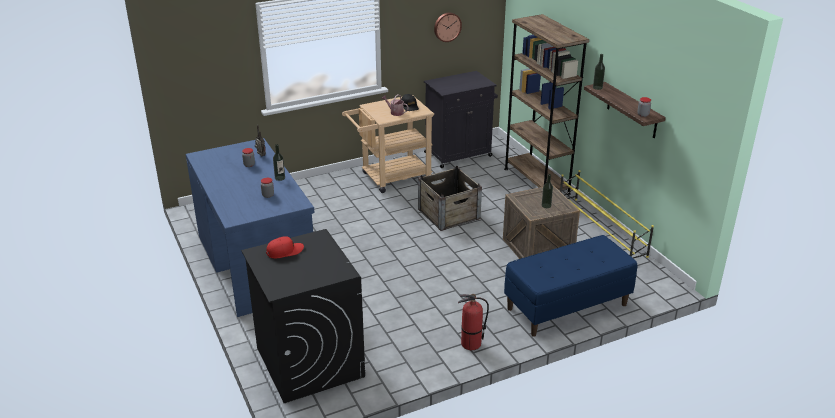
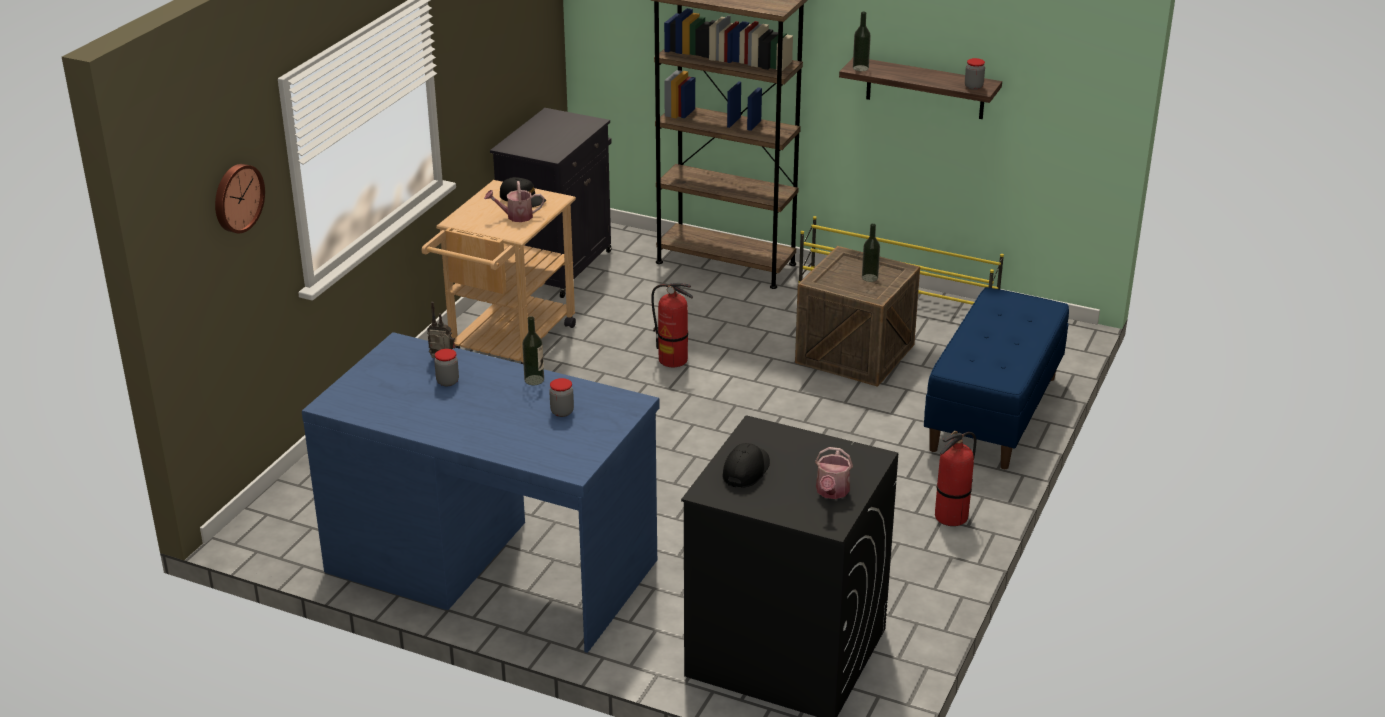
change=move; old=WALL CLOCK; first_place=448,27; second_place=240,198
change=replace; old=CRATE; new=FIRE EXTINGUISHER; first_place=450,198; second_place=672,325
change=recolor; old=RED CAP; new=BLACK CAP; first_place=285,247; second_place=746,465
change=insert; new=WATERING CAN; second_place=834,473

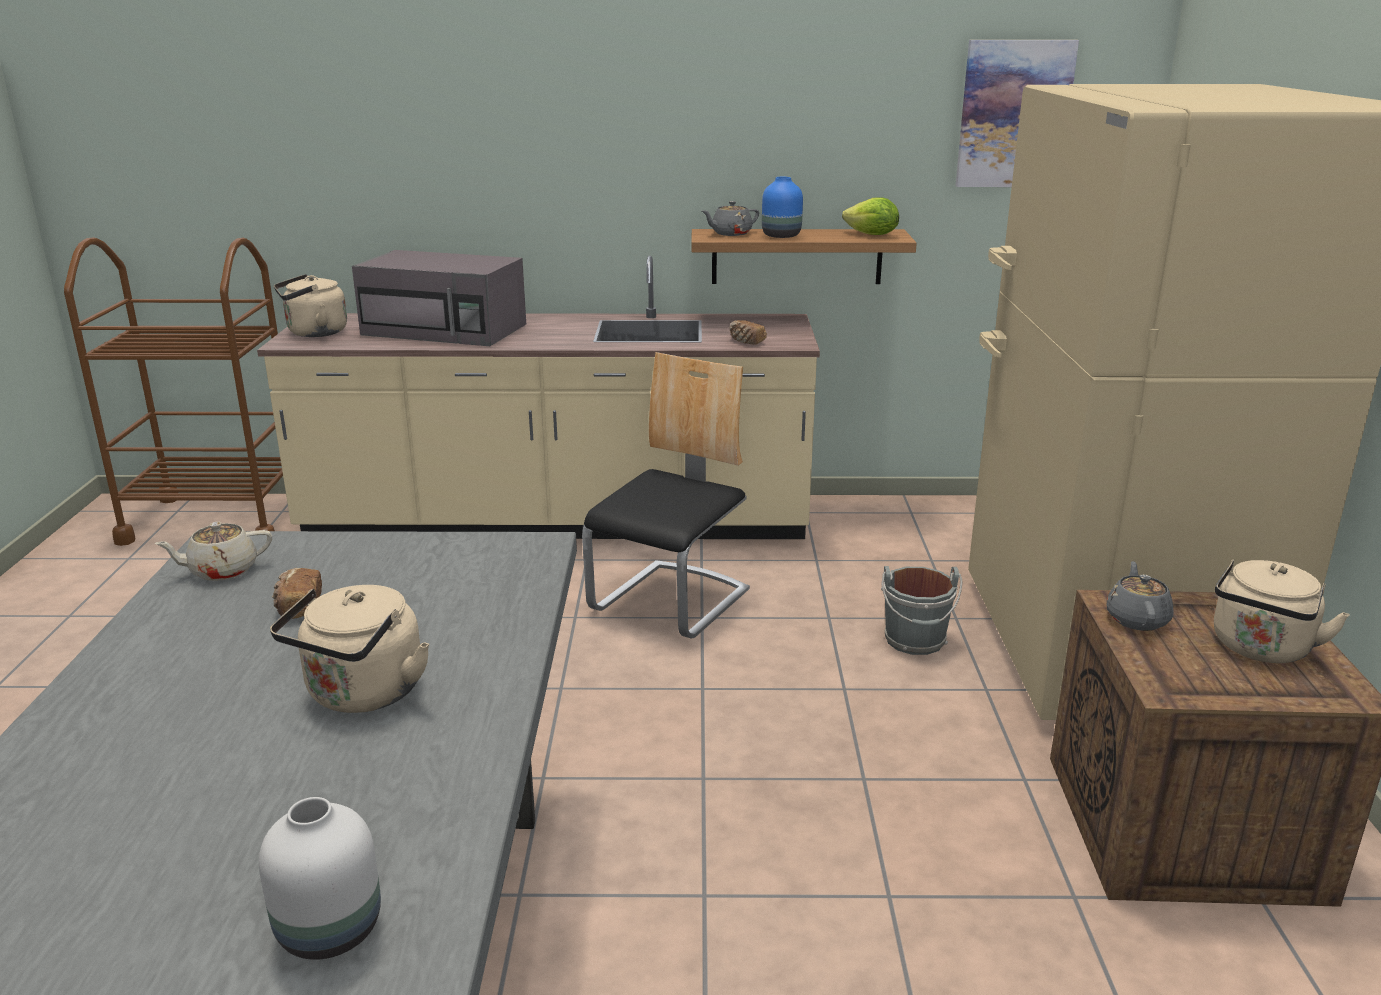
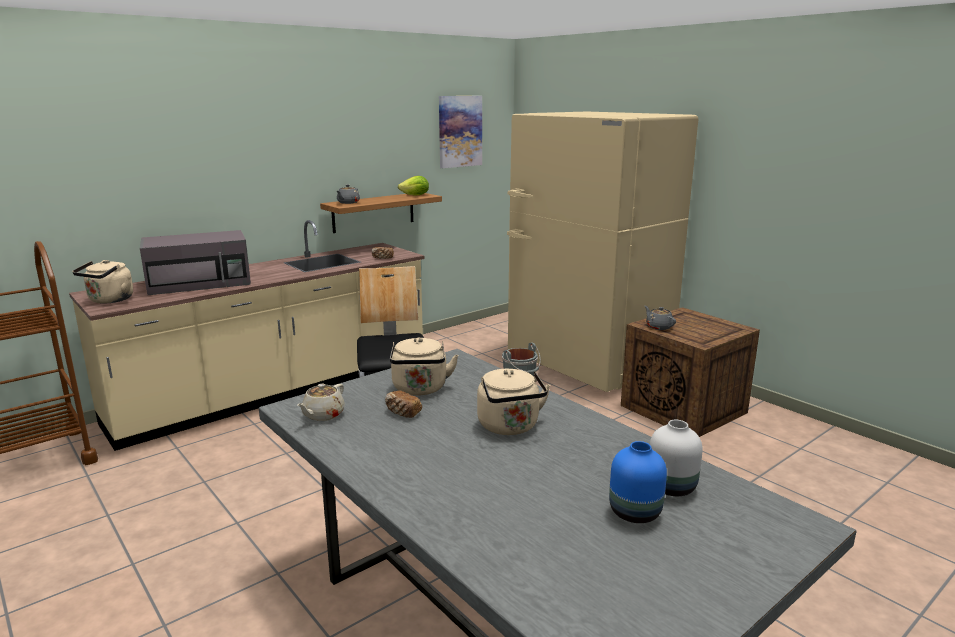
change=move; old=BEIGE KETTLE; first_place=1282,611; second_place=424,366
change=move; old=BLUE VASE; first_place=782,207; second_place=638,482

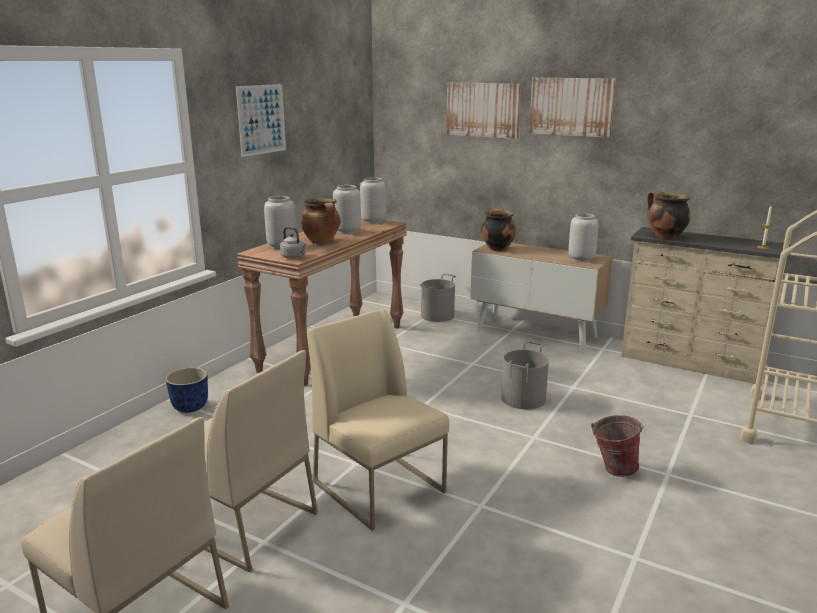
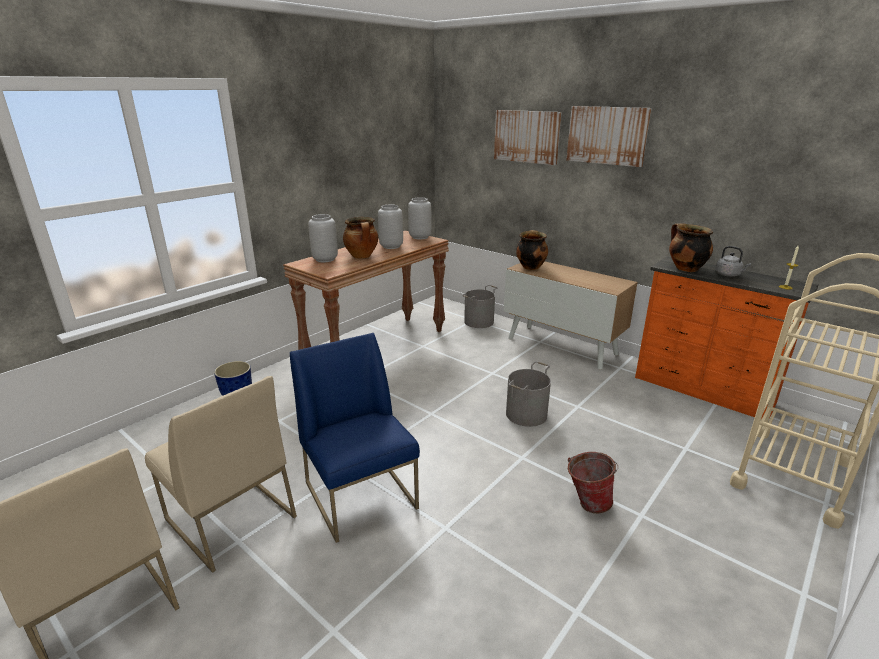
change=recolor; old=BEIGE CHAIR; new=BLUE CHAIR; first_place=378,419; second_place=355,438
change=recolor; old=BEIGE DRESSER; new=ORANGE DRESSER; first_place=706,305; second_place=726,337
change=move; old=GREY KETTLE; first_place=293,243; second_place=733,261
change=delete; old=PICTURE; first_place=261,120
change=delete; old=GREY VASE; first_place=583,237

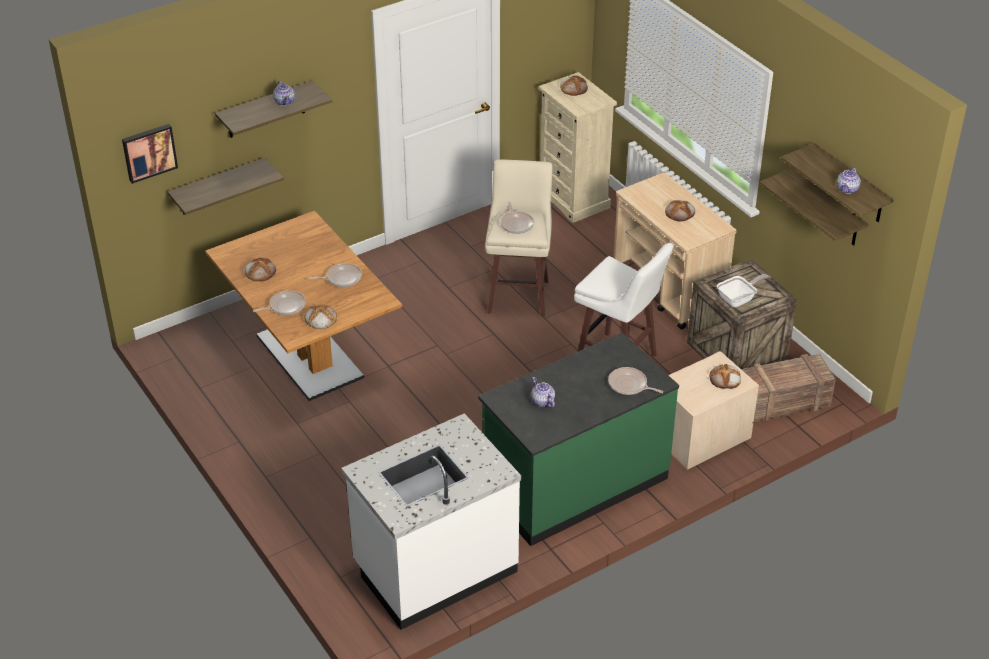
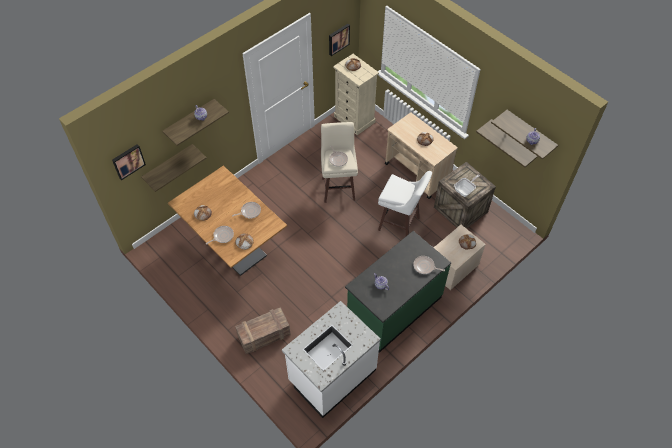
change=move; old=CRATE; first_place=789,388; second_place=263,330
change=insert; new=PICTURE; second_place=339,40

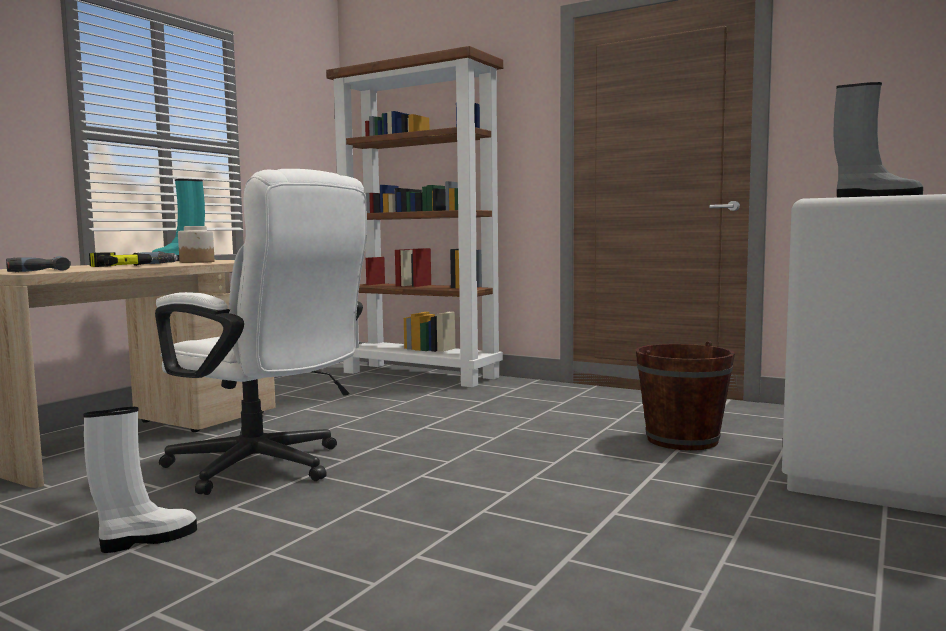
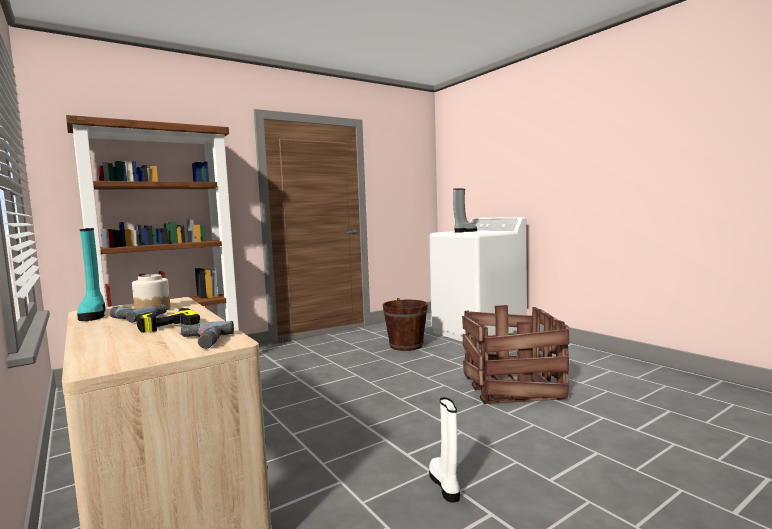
change=insert; new=CRATE; second_place=516,354
change=delete; old=WHITE OFFICE CHAIR; first_place=261,332

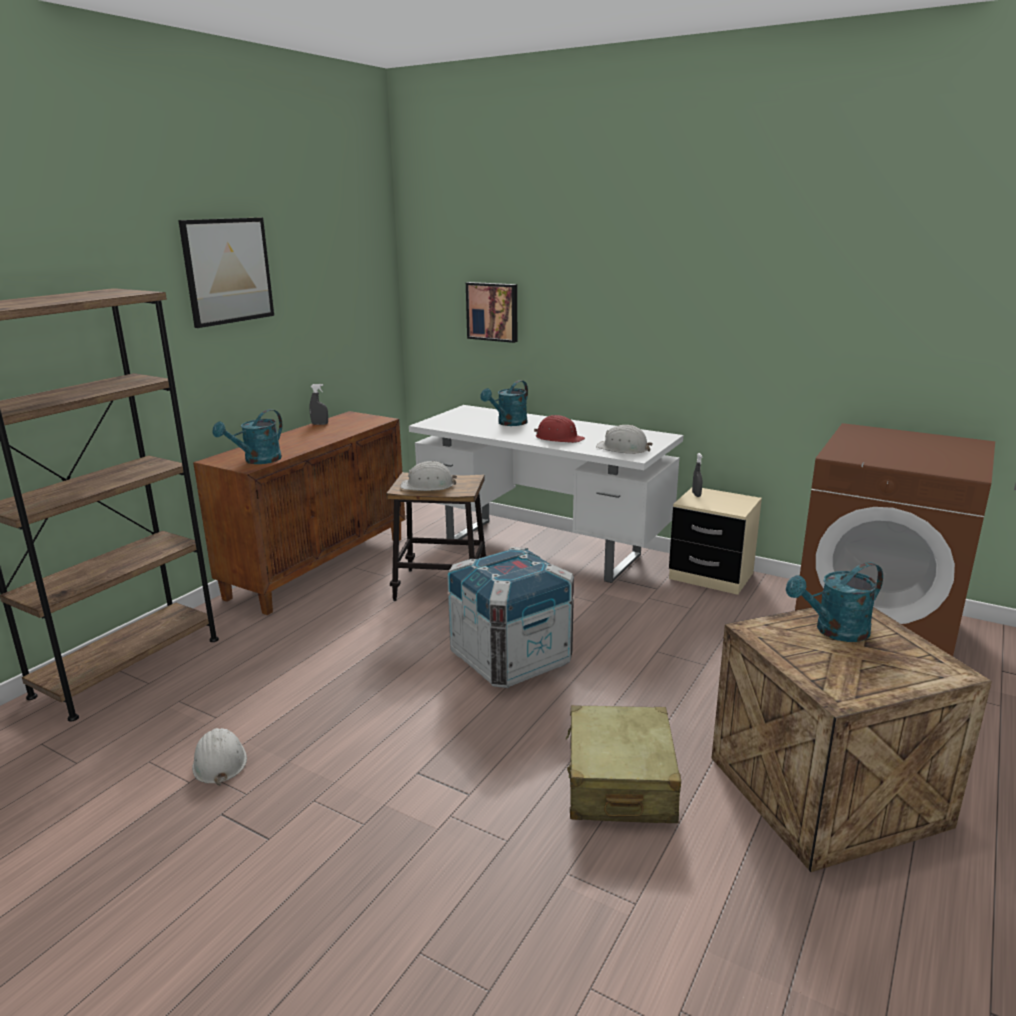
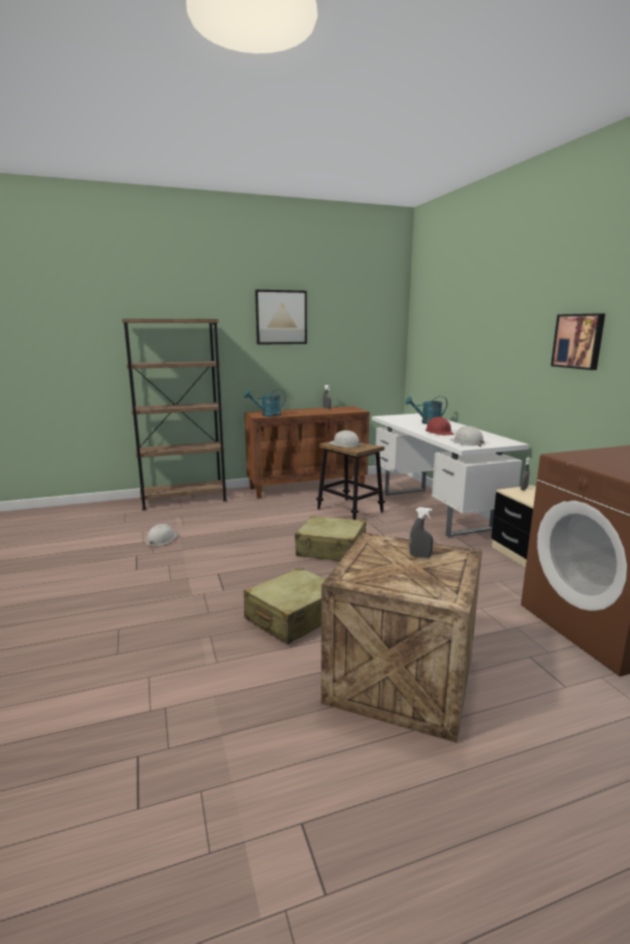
change=replace; old=CRATE; new=BEIGE SUITCASE; first_place=510,617; second_place=330,538
change=replace; old=TURQUOISE WATERING CAN; new=GREY SPRAY BOTTLE; first_place=834,602; second_place=421,532
change=move; old=PICTURE; first_place=491,312; second_place=578,341

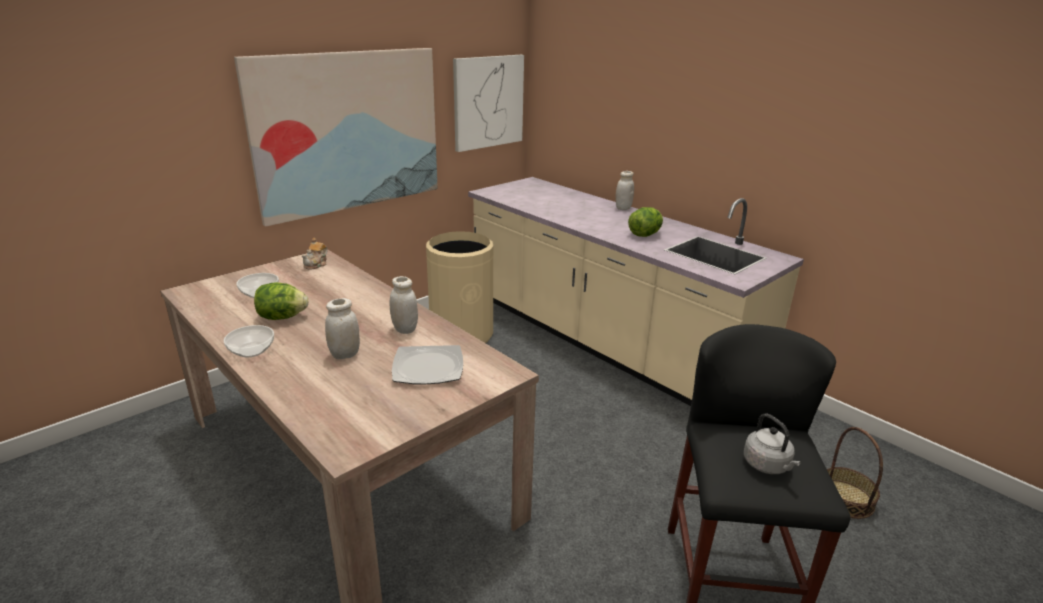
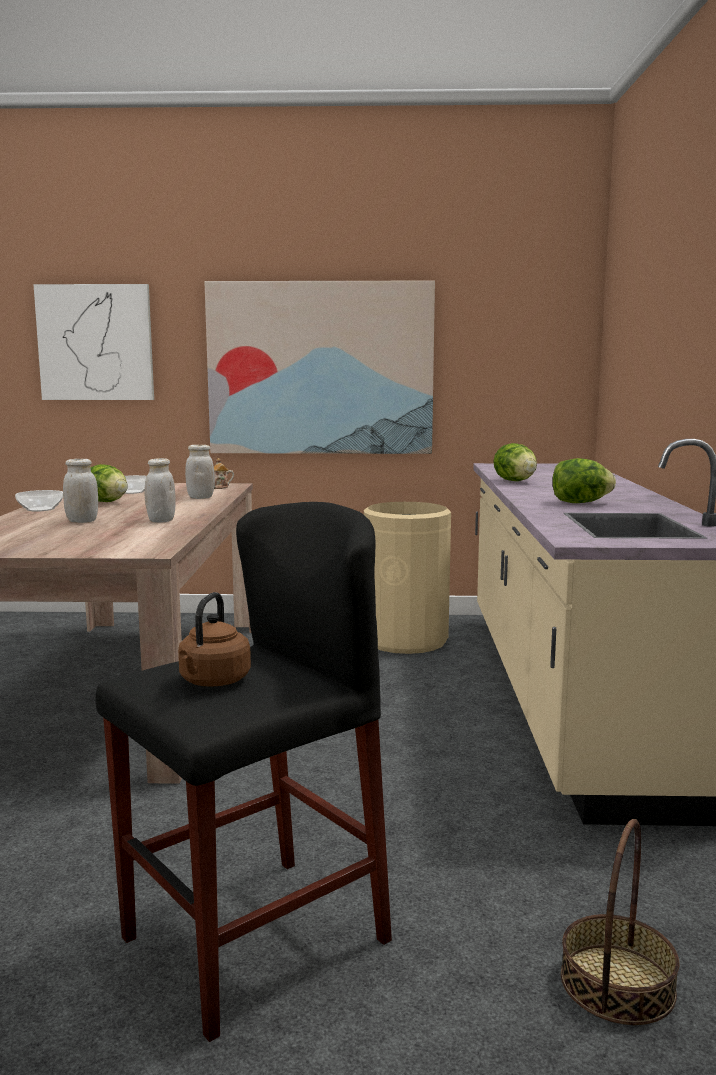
change=move; old=PICTURE; first_place=488,103; second_place=93,342
change=recolor; old=GREY KETTLE; new=BROWN KETTLE; first_place=772,443; second_place=214,639
change=move; old=WHITE JAR; first_place=624,190; second_place=200,472
change=insert; new=LETTUCE; second_place=515,462
change=delete; old=PLATE; first_place=427,364

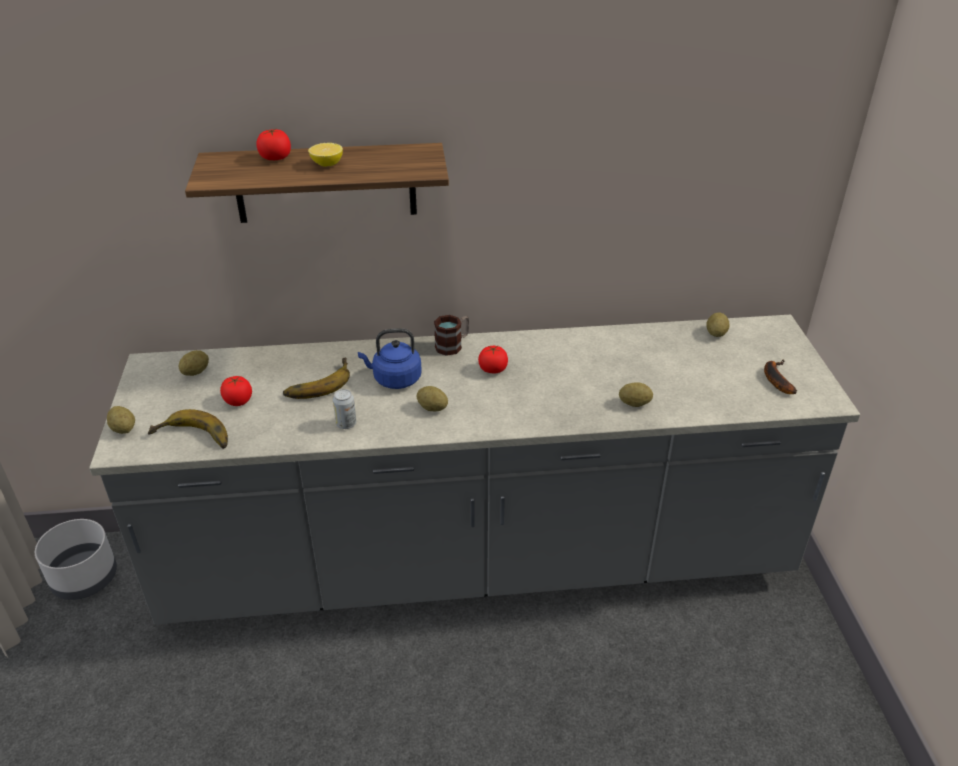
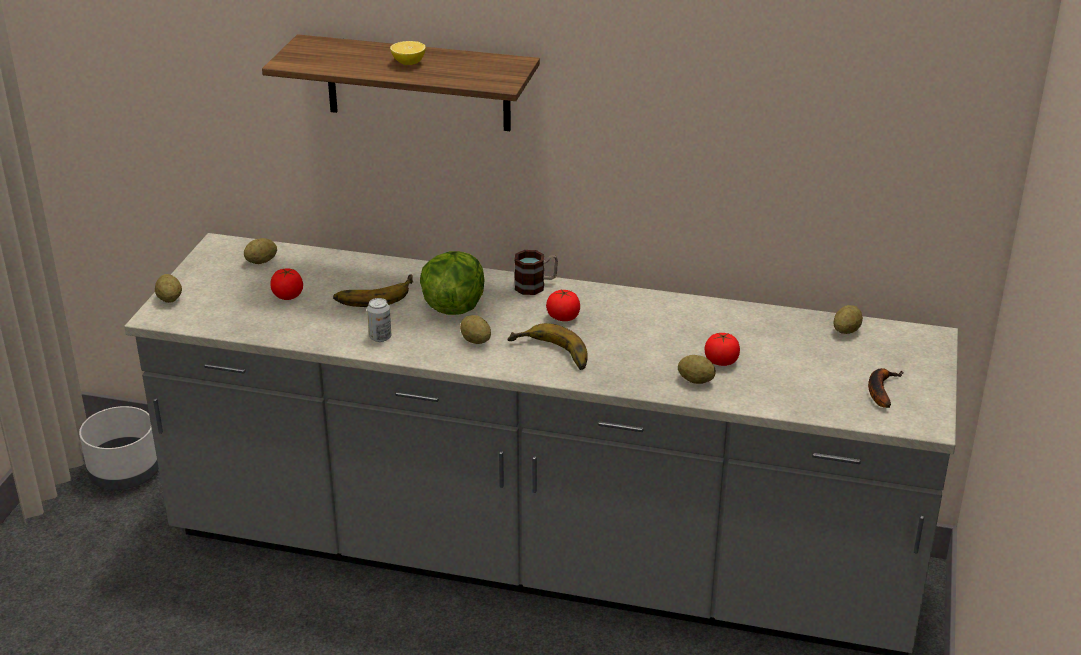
change=replace; old=BLUE KETTLE; new=LETTUCE; first_place=390,358; second_place=452,283
change=move; old=BANANA; first_place=188,429; second_place=547,346
change=move; old=TOMATO; first_place=273,144; second_place=722,349

